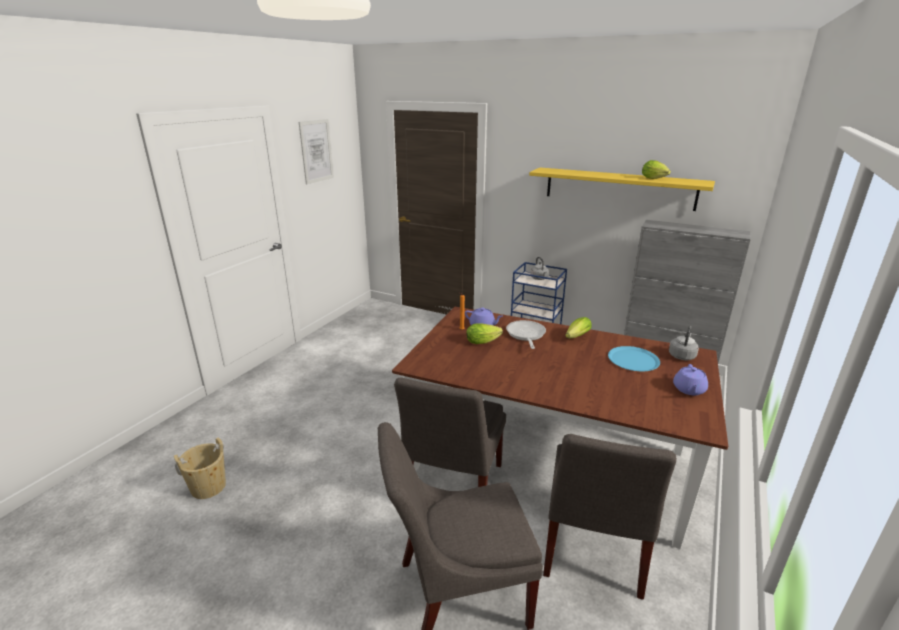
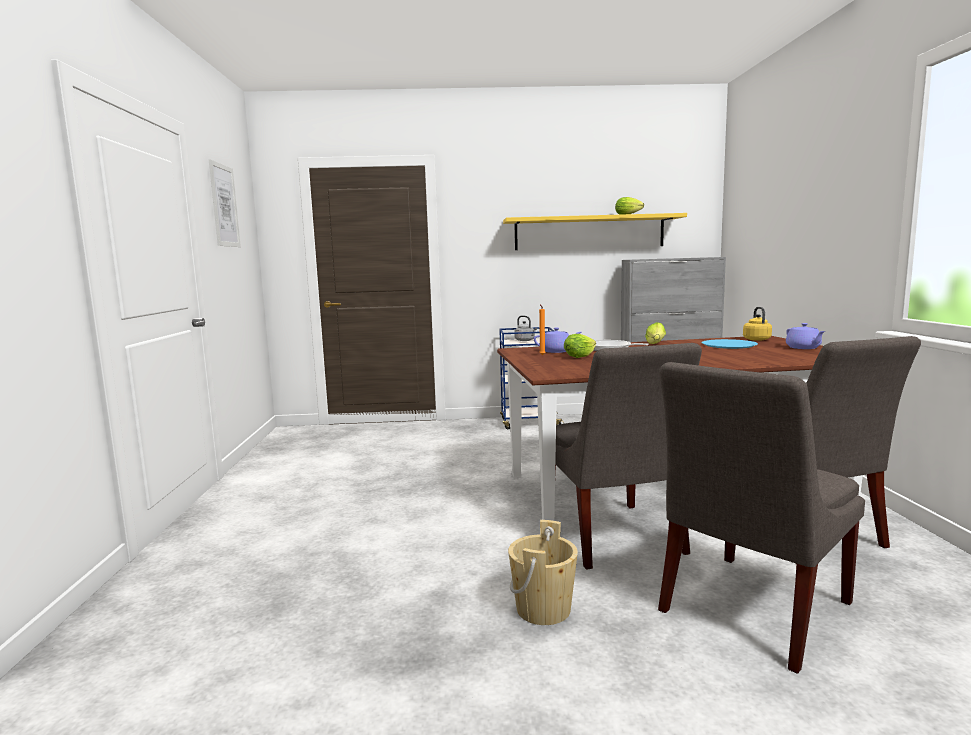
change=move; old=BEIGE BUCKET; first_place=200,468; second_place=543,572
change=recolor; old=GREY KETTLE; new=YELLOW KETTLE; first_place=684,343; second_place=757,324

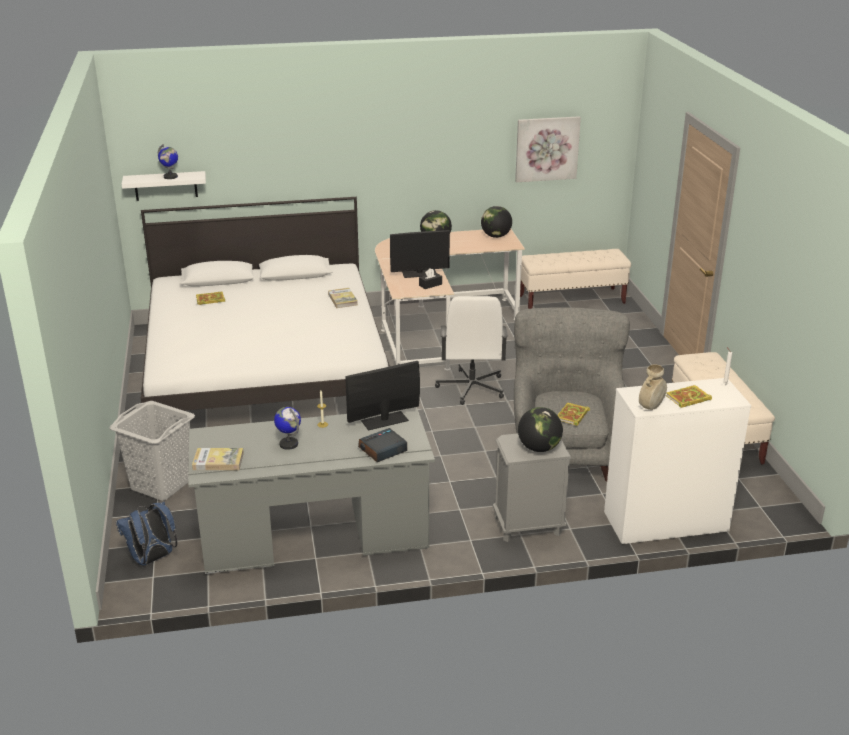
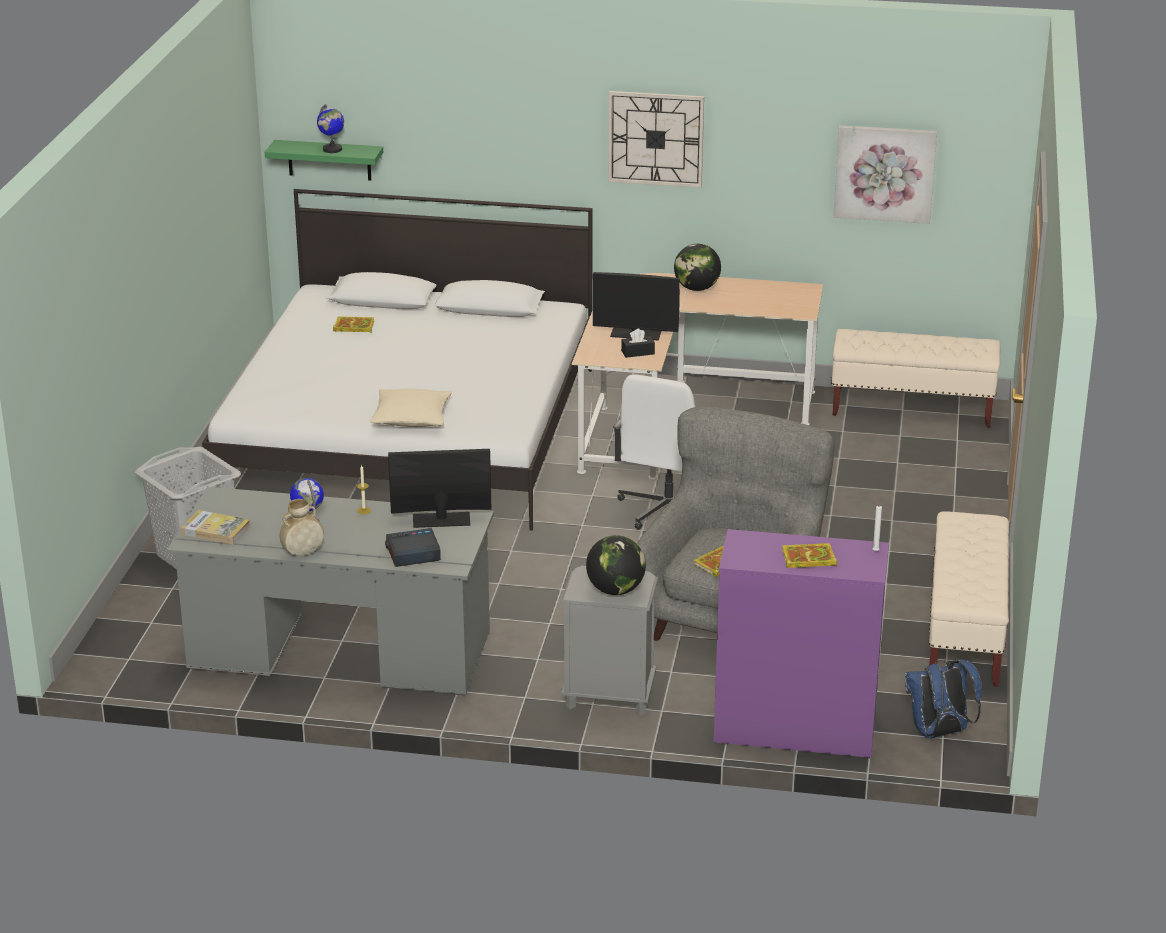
change=recolor; old=WHITE SHELF; new=GREEN SHELF; first_place=164,186; second_place=324,160
change=move; old=BEIGE VASE; first_place=653,387; second_place=302,527
change=insert; new=BEIGE PILLOW; second_place=411,408
change=insert; new=WALL CLOCK; second_place=656,139
change=recolor; old=WHITE DRESSER; new=PURPLE DRESSER; first_place=677,461; second_place=801,643
change=move; old=BLUE BACKPACK; first_place=146,533; second_place=943,699
change=delete; old=BOOK; first_place=343,298
change=delete; old=GLOBE; first_place=496,222

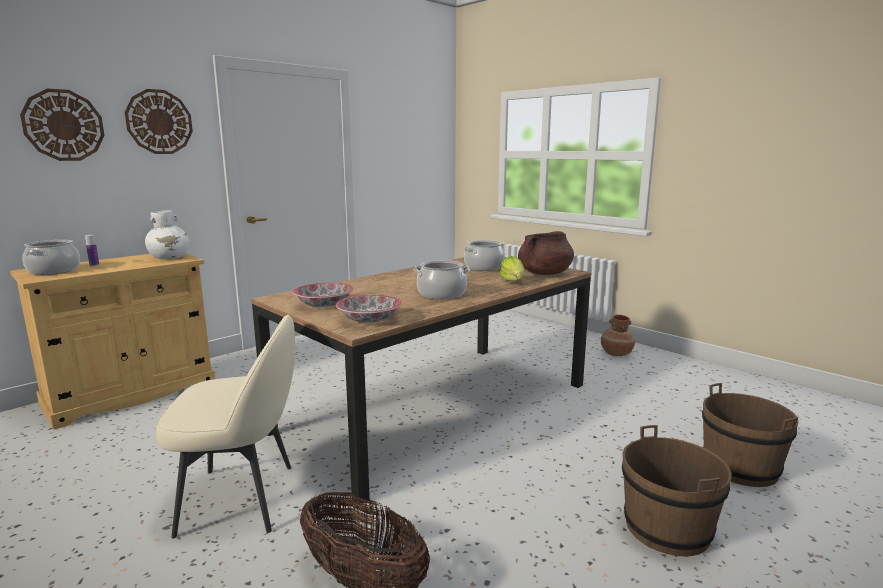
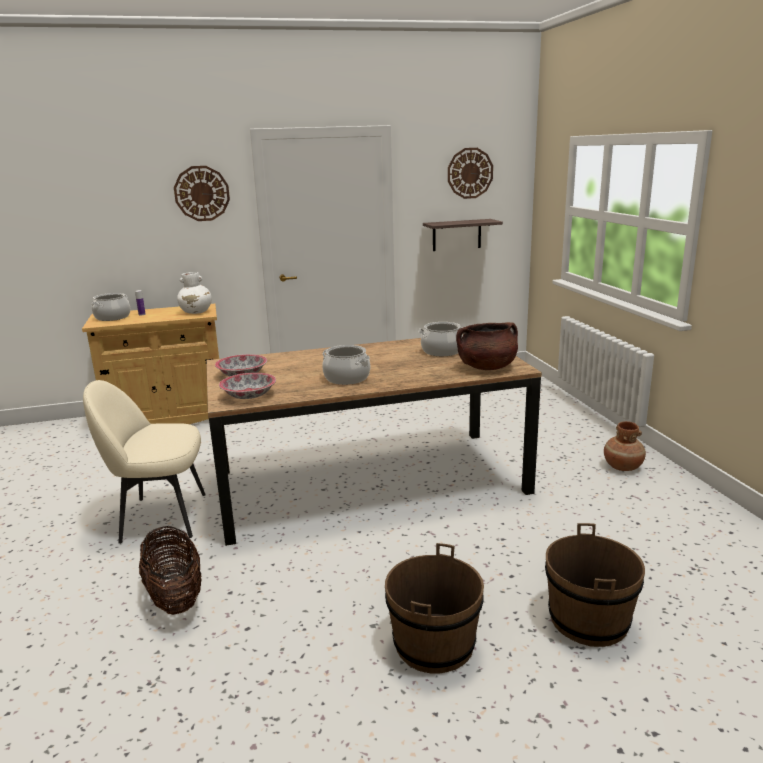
change=rotate; old=BEIGE CHAIR; first_place=225,427; second_place=144,462; degrees=150
change=insert; new=SHELF; second_place=463,235
change=move; old=WALL CLOCK; first_place=62,125; second_place=470,173
change=delete; old=LETTUCE; first_place=512,268

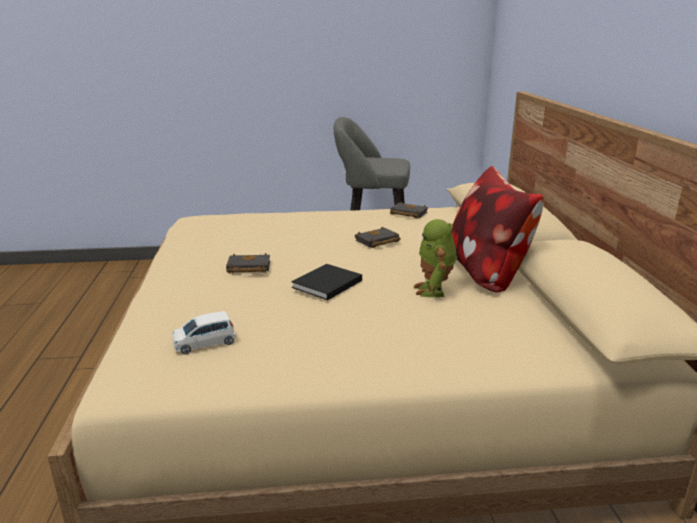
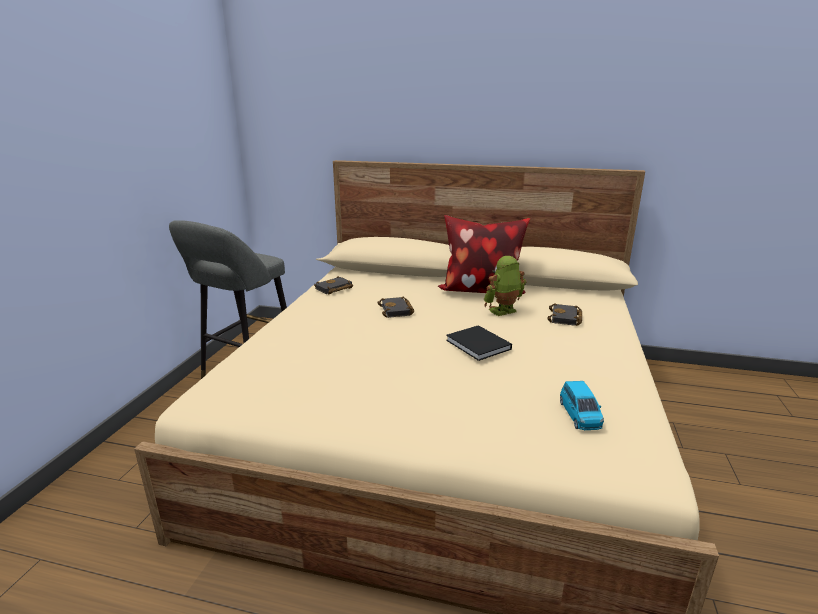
change=rotate; old=TOY ROBOT; first_place=435,258; second_place=505,286; degrees=135
change=move; old=BLACK BOOK; first_place=248,263; second_place=564,314
change=recolor; old=WHITE TOY CAR; new=BLUE TOY CAR; first_place=204,332; second_place=582,405

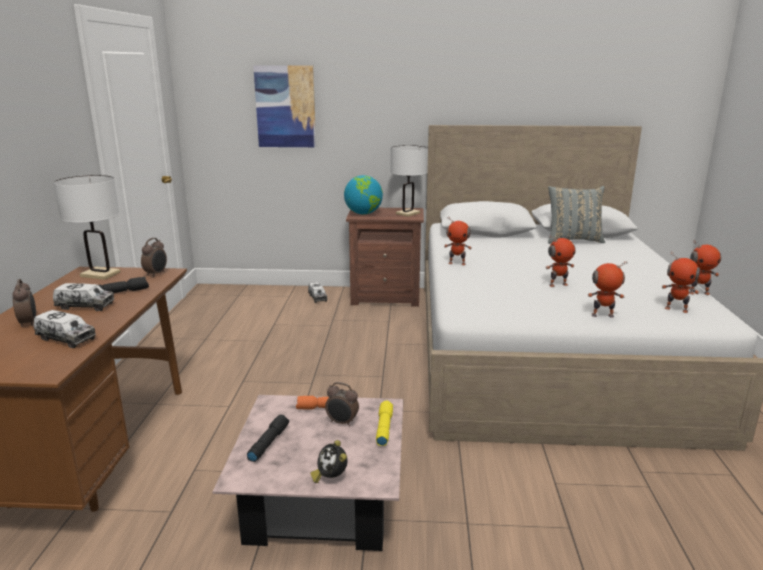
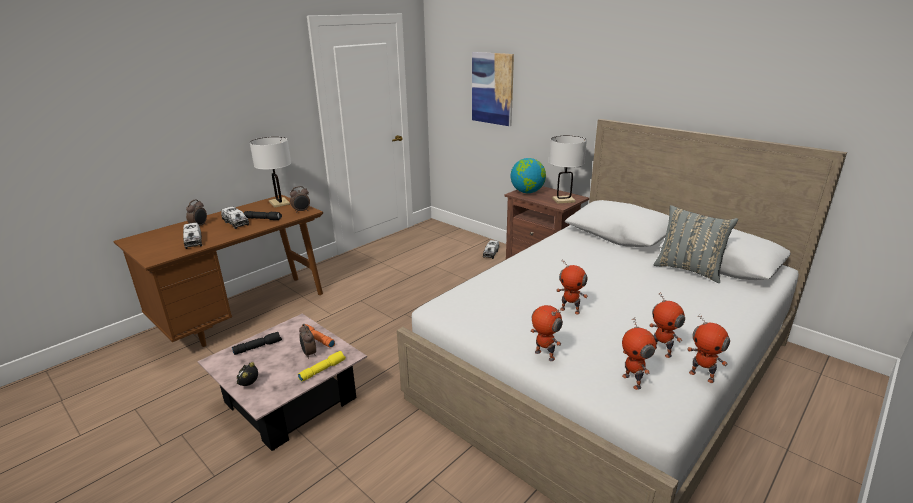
change=move; old=TOY ROBOT; first_place=458,240; second_place=667,325

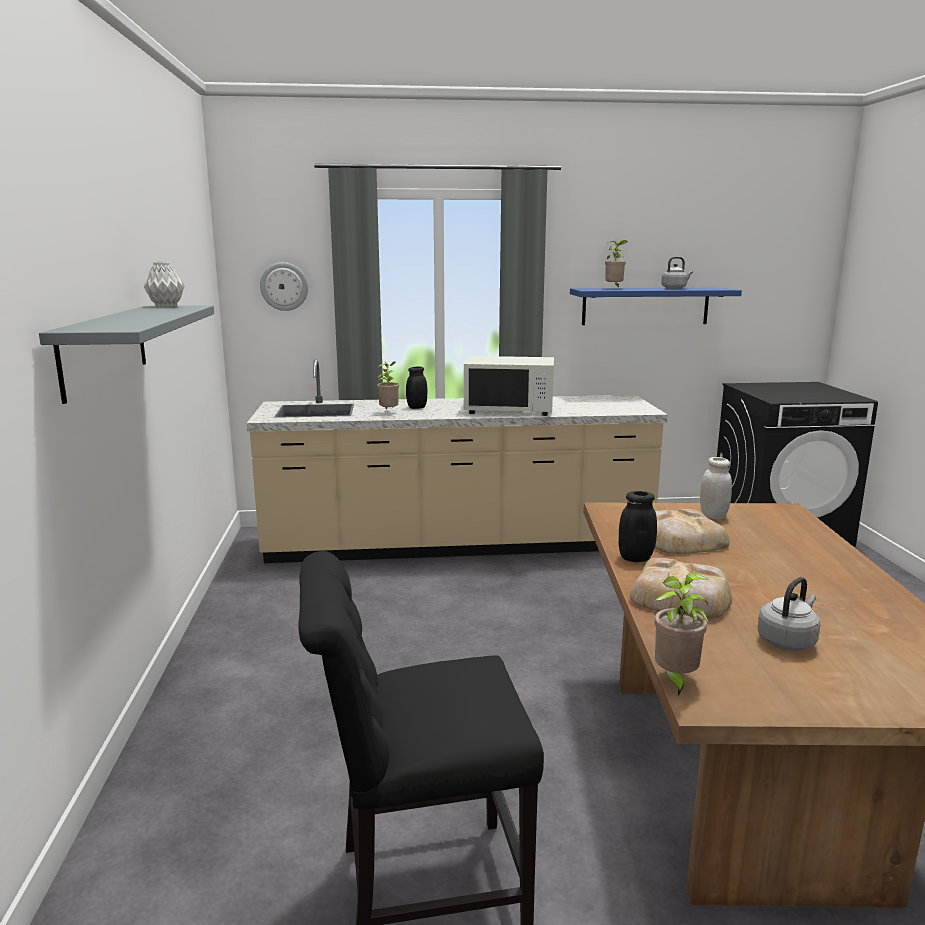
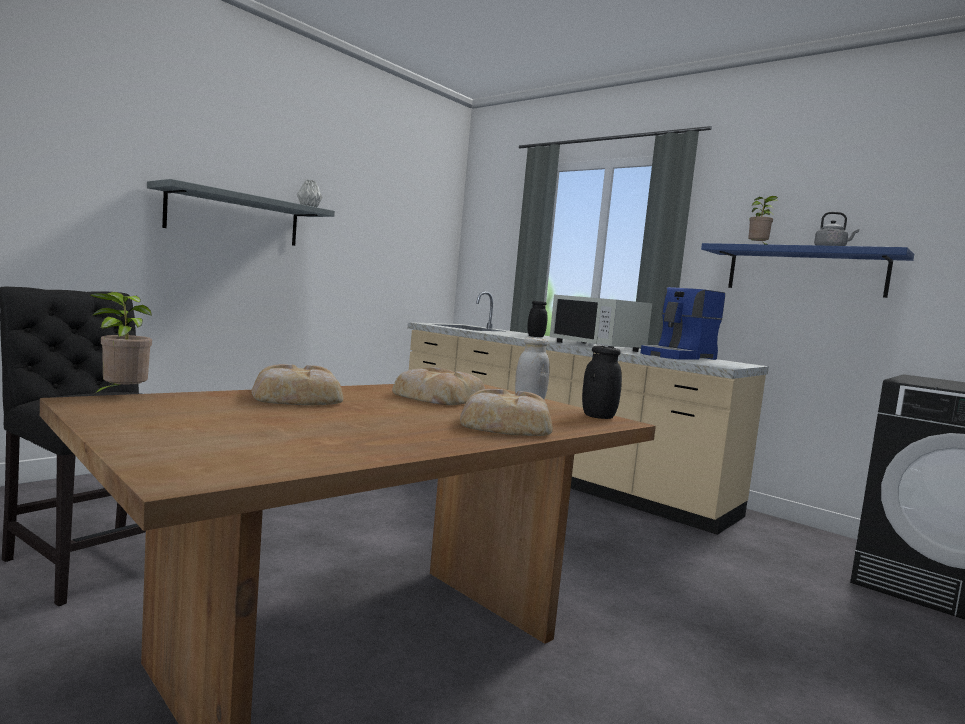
change=insert; new=BREAD; second_place=506,412
change=move; old=BLACK JAR; first_place=638,526; second_place=602,382
change=insert; new=COFFEE MACHINE; second_place=683,323
change=delete; old=WALL CLOCK; first_place=284,286
change=delete; old=POTTED PLANT; first_place=388,385
change=delete; old=GREY KETTLE; first_place=789,614

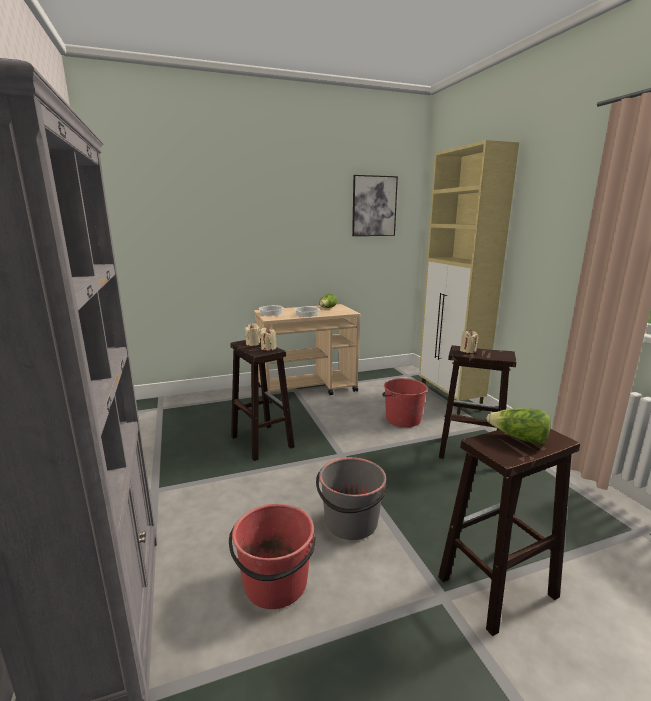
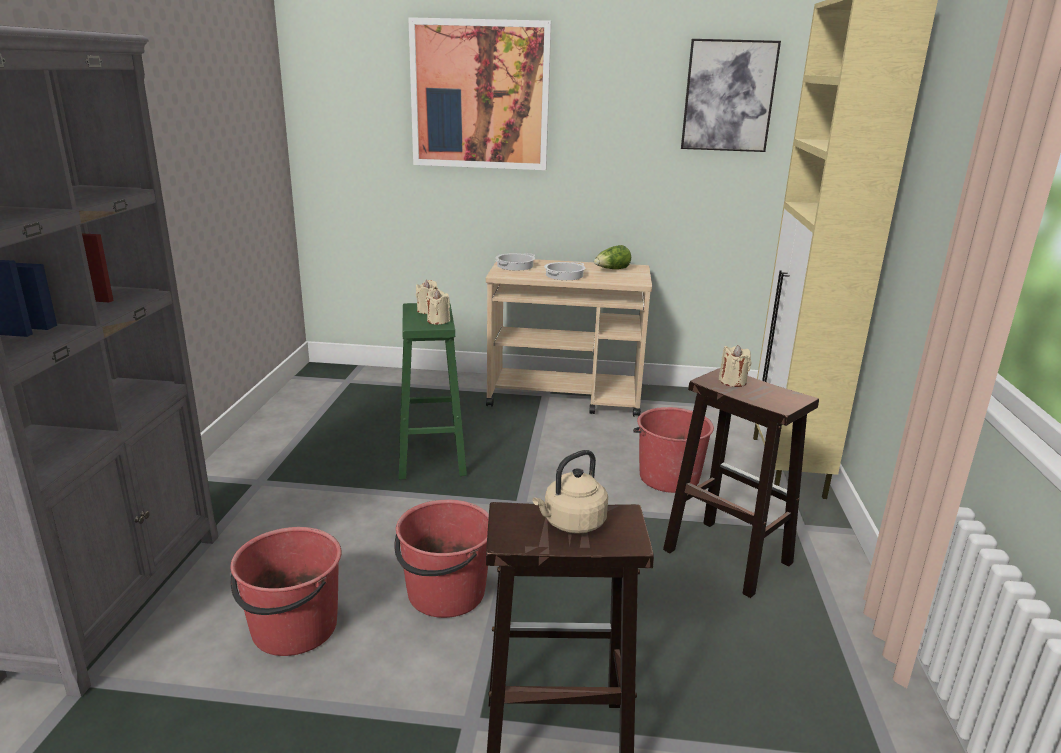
change=recolor; old=GREY BUCKET; new=RED BUCKET; first_place=351,498; second_place=441,559
change=recolor; old=BROWN STOOL; new=GREEN STOOL; first_place=263,399; second_place=433,391
change=insert; new=PICTURE; second_place=479,93
change=replace; old=LETTUCE; new=BEIGE KETTLE; first_place=518,426; second_place=570,492

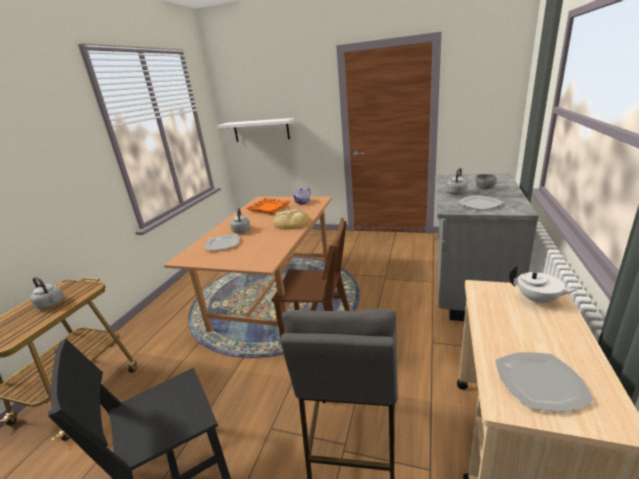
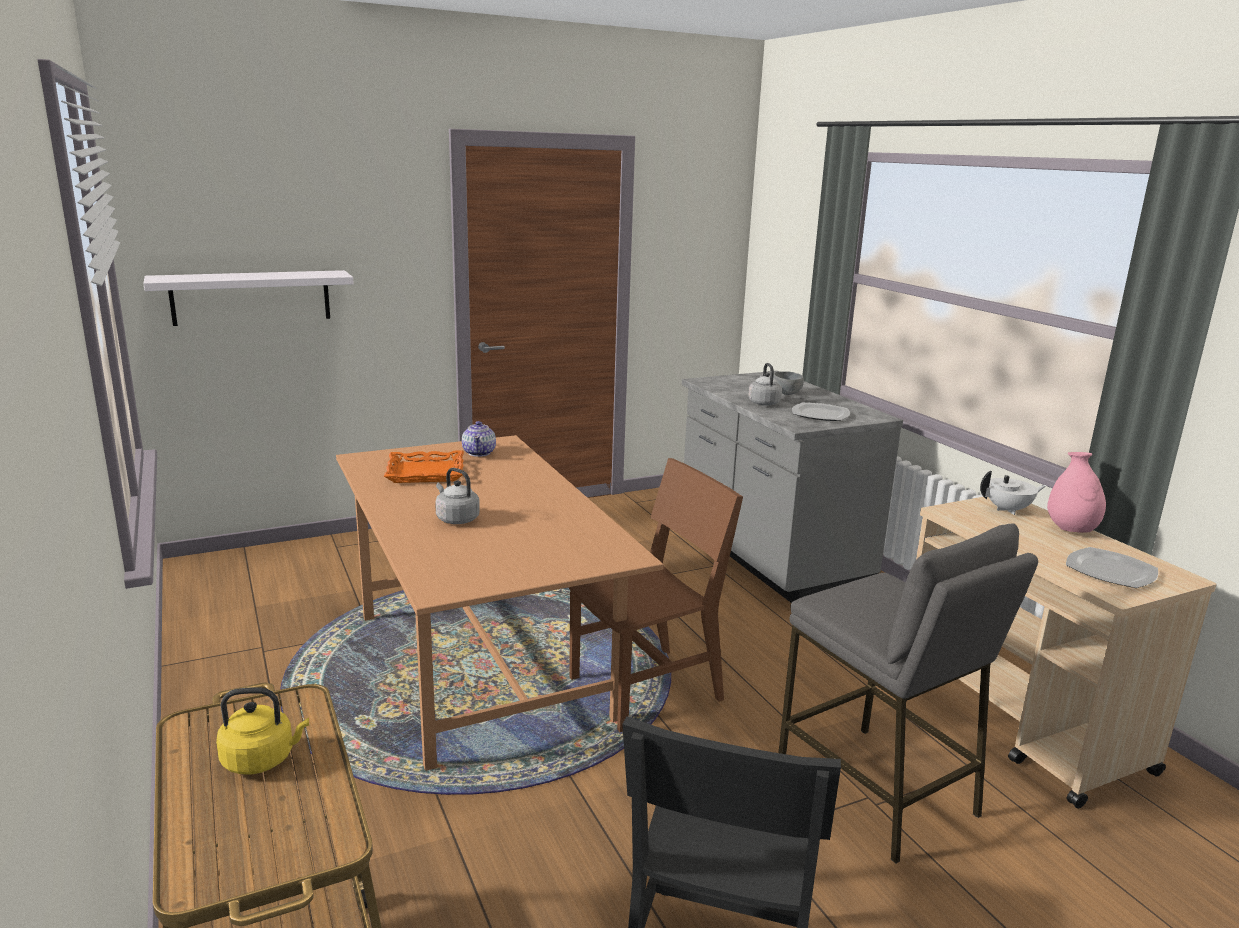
change=recolor; old=GREY KETTLE; new=YELLOW KETTLE; first_place=47,293; second_place=262,730
change=insert; new=PINK VASE; second_place=1076,492
change=delete; old=PLATE; first_place=222,242
change=delete; old=BREAD; first_place=291,219

